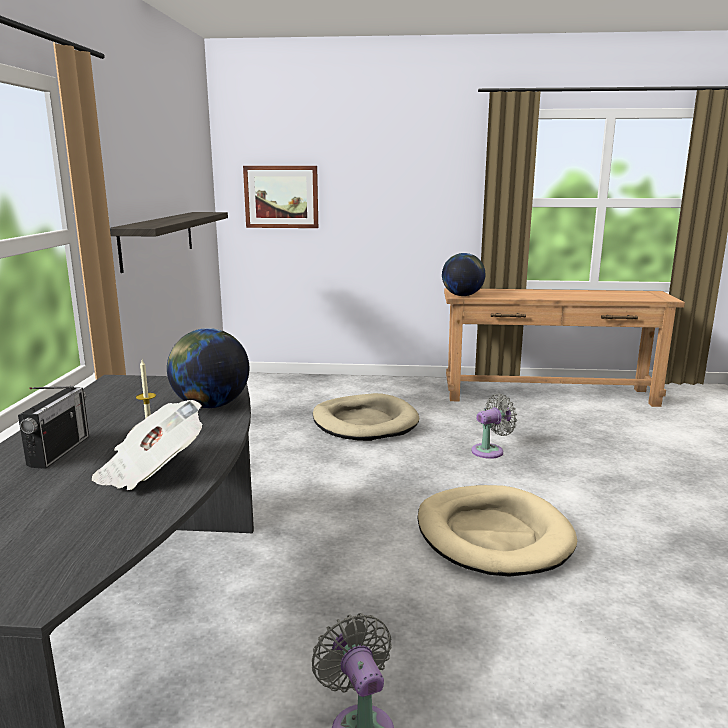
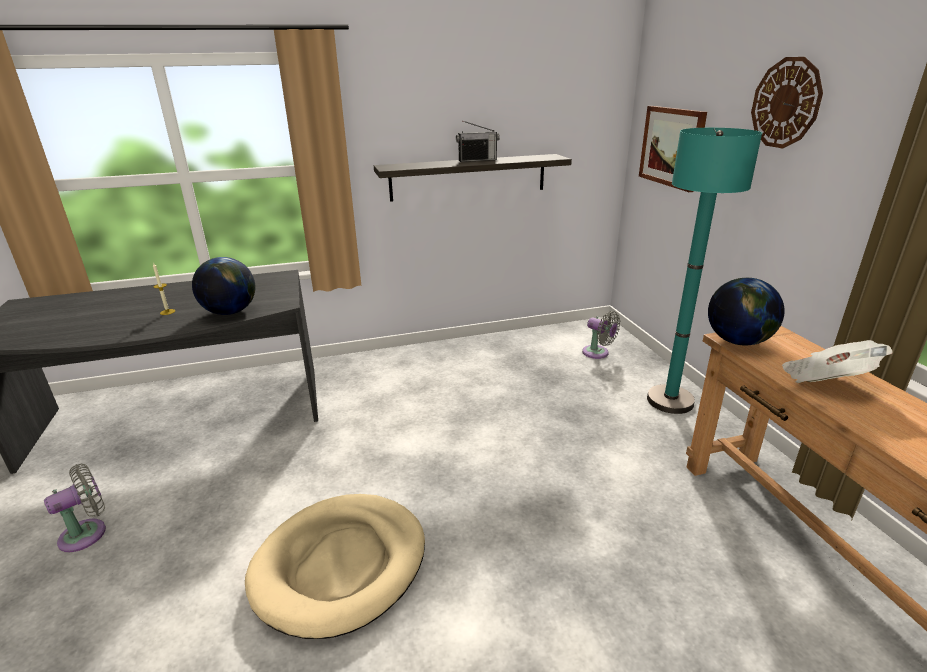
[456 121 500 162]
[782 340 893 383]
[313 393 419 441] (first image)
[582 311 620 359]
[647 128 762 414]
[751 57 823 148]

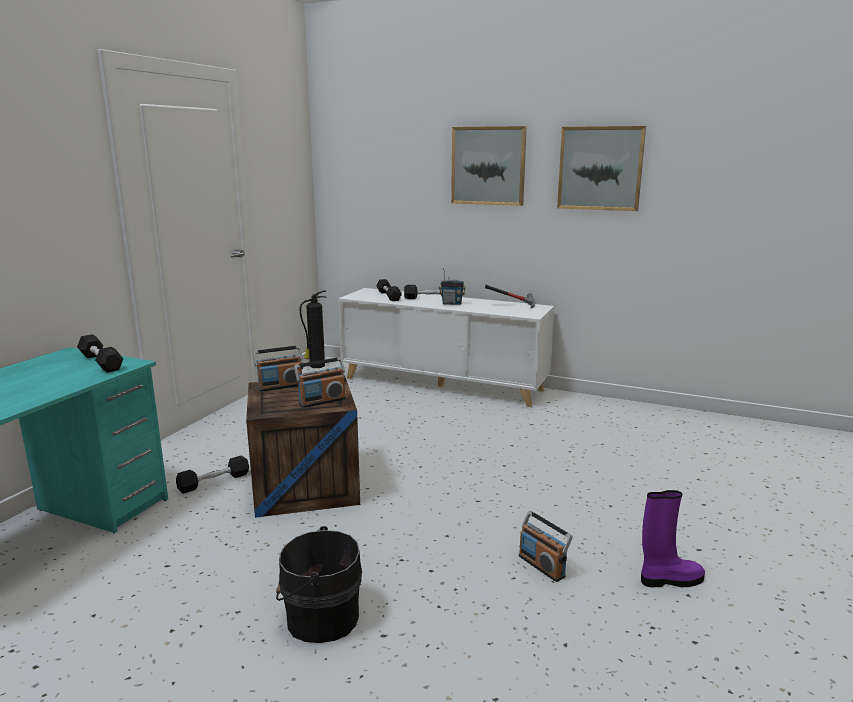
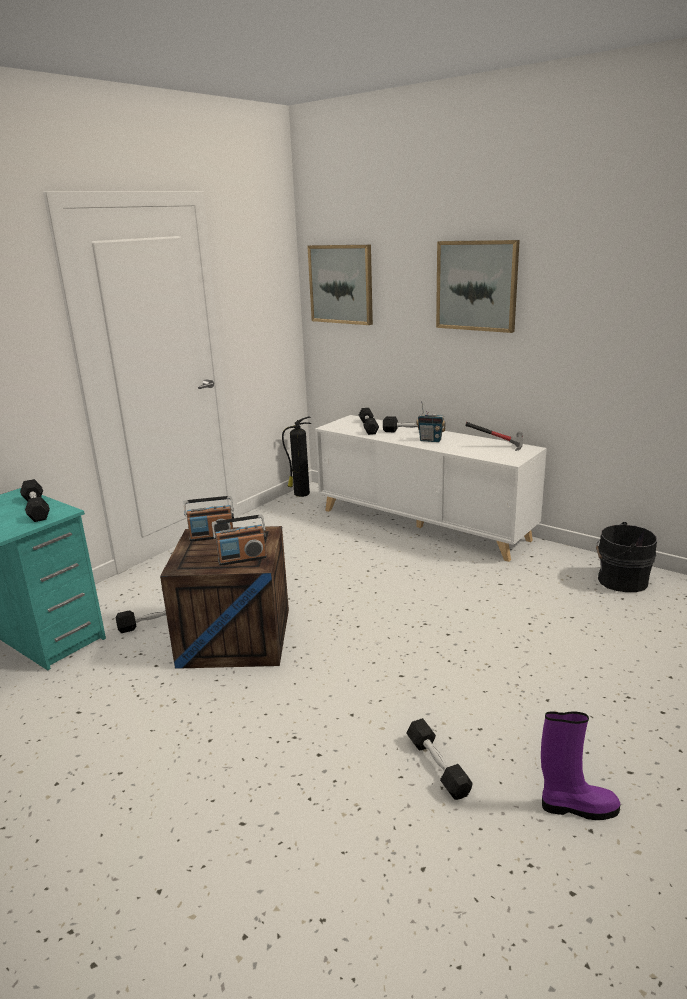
[596 522 657 592]
[406 718 473 800]
[307 245 373 325]

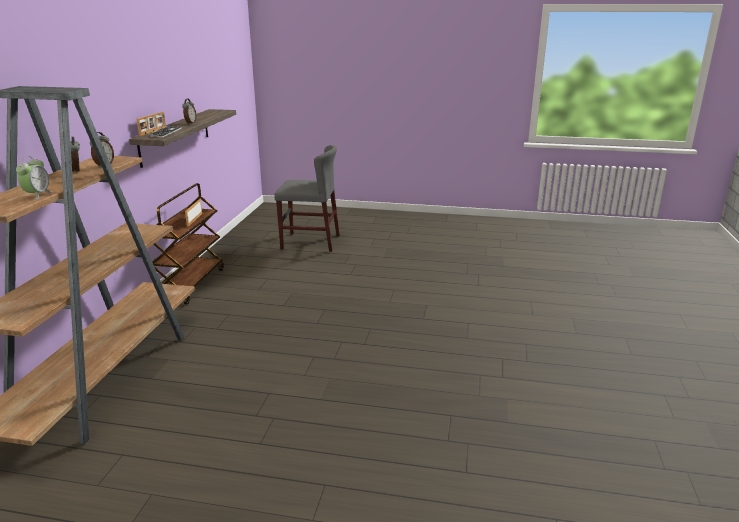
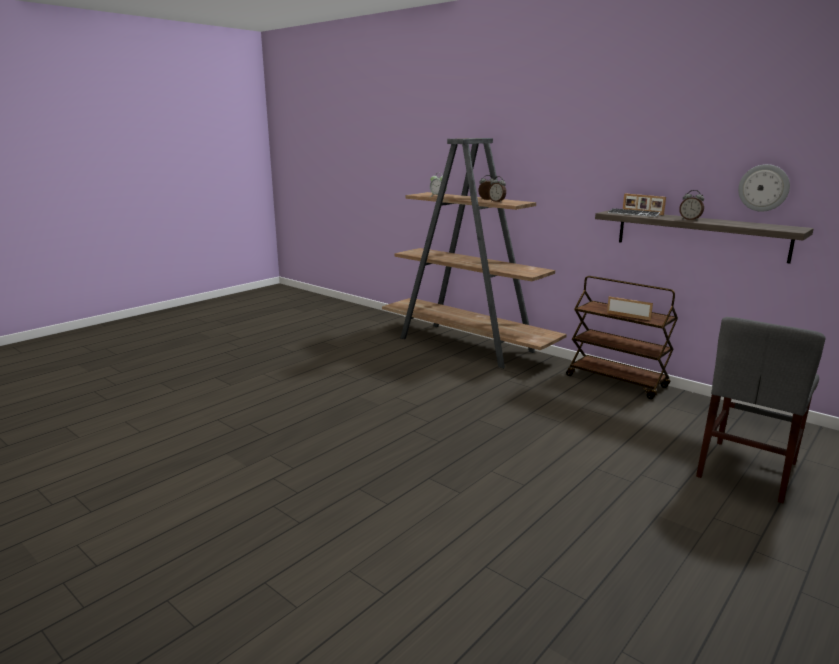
[738 164 790 212]

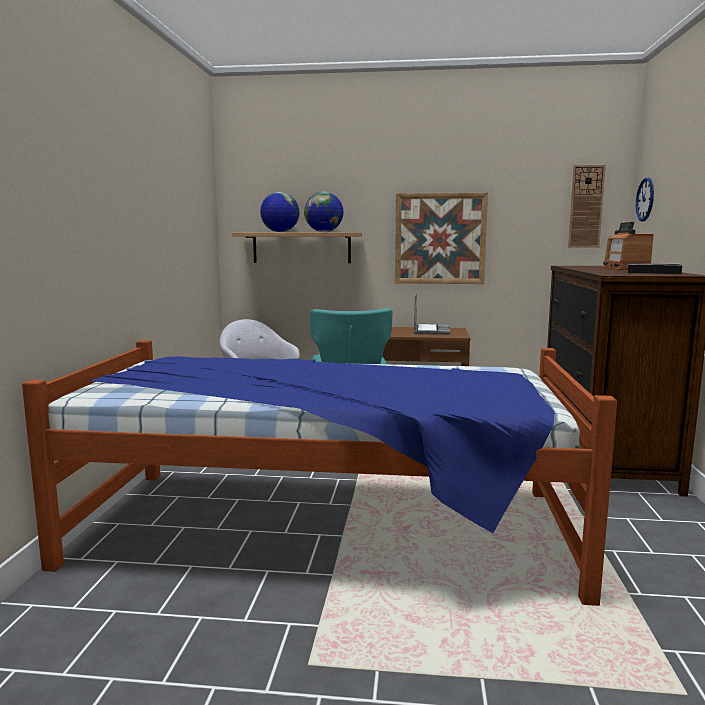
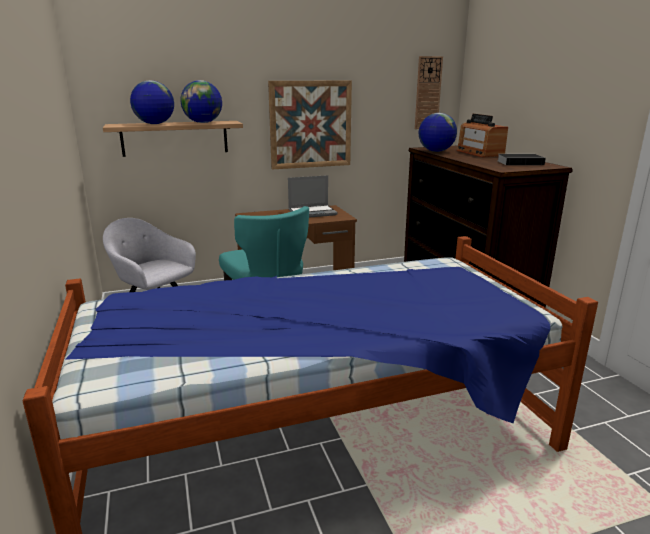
[288 175 338 218]
[636 177 654 222] (first image)
[419 113 457 152]

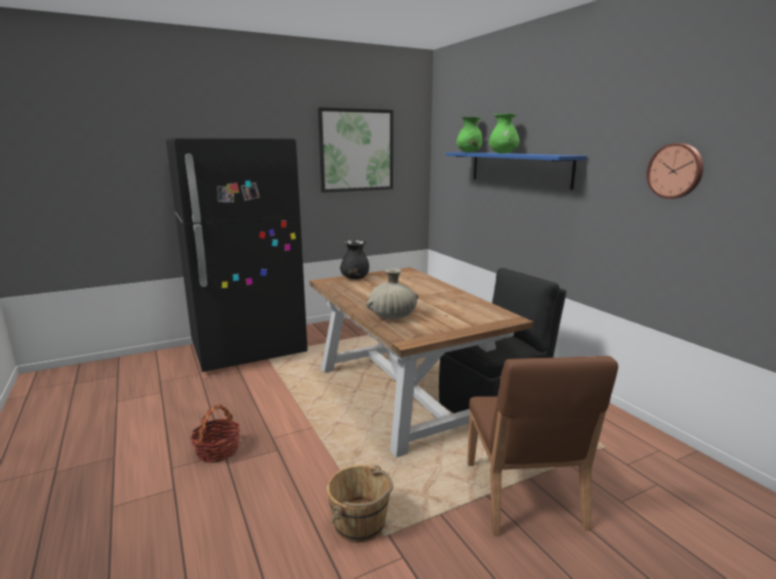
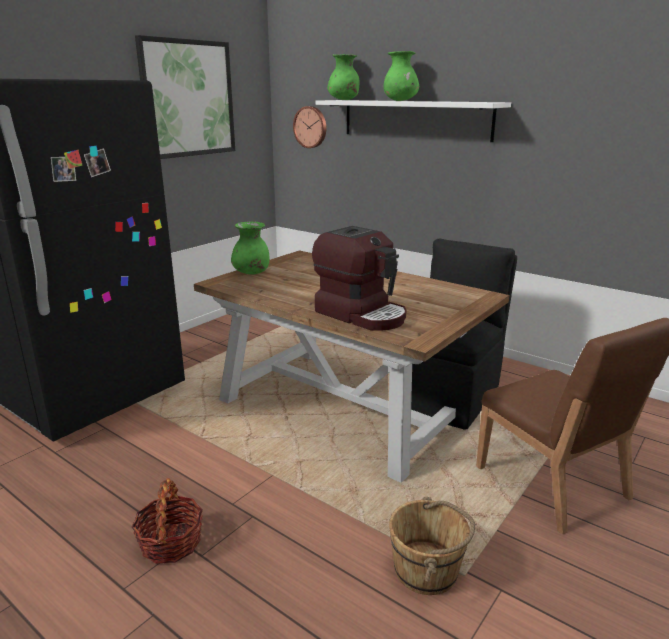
[231 222 269 275]
[312 226 406 331]
[315 100 511 142]
[293 106 326 148]

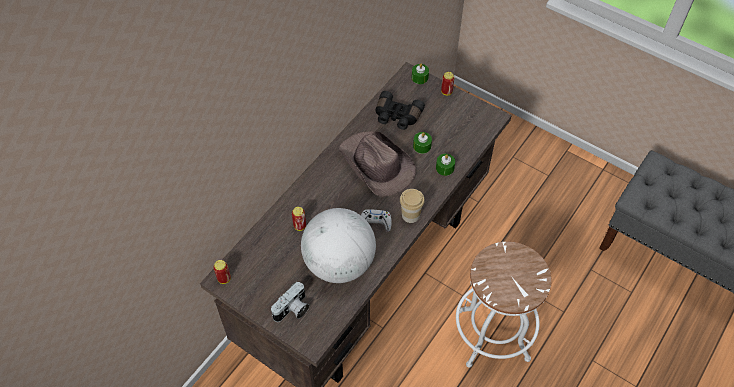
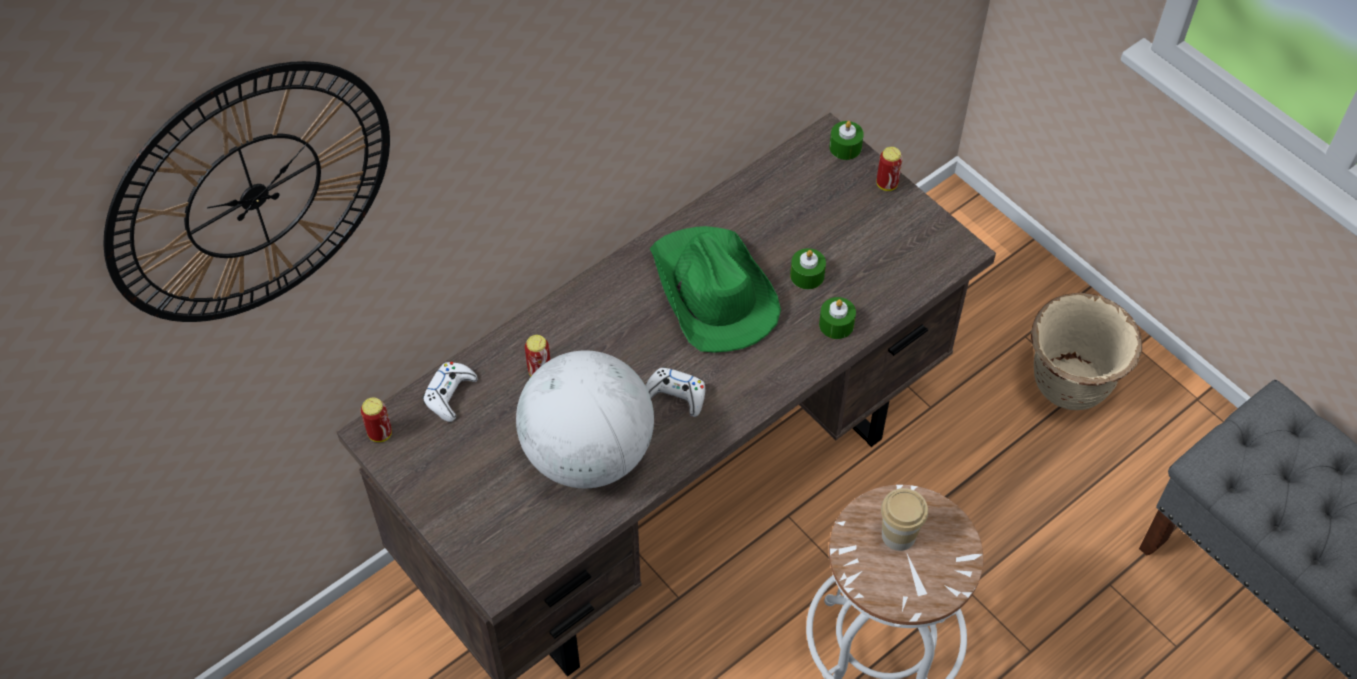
[271 282 310 322] (first image)
[650 226 781 353]
[375 91 425 130] (first image)
[881 488 928 551]
[103 61 390 322]
[422 362 477 422]
[1031 293 1142 410]

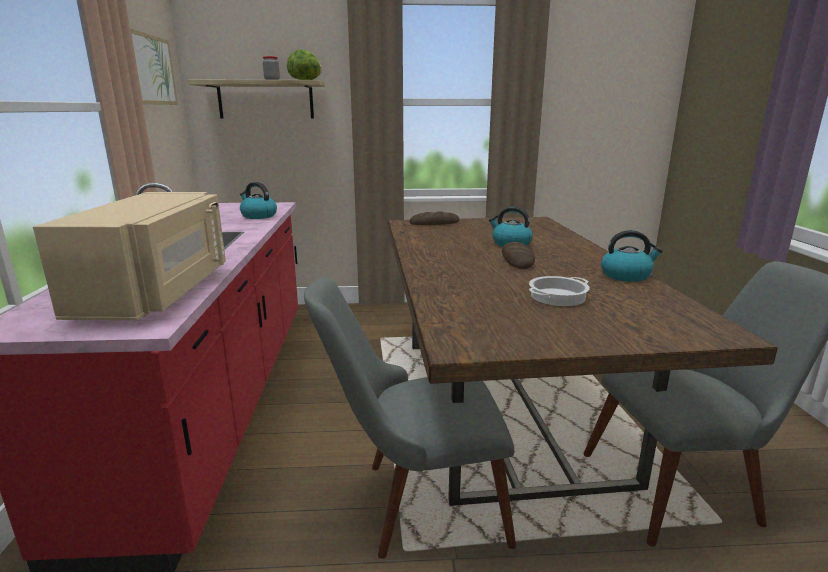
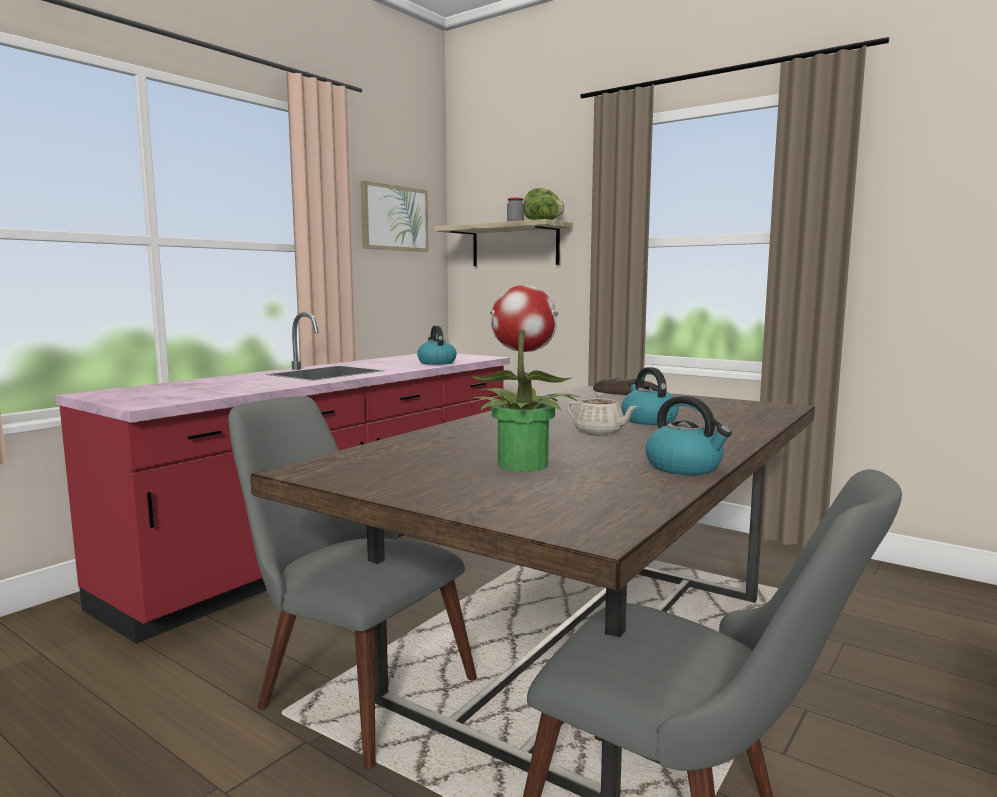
[33 192 226 320] (first image)
[567 393 638 436]
[470 285 579 472]

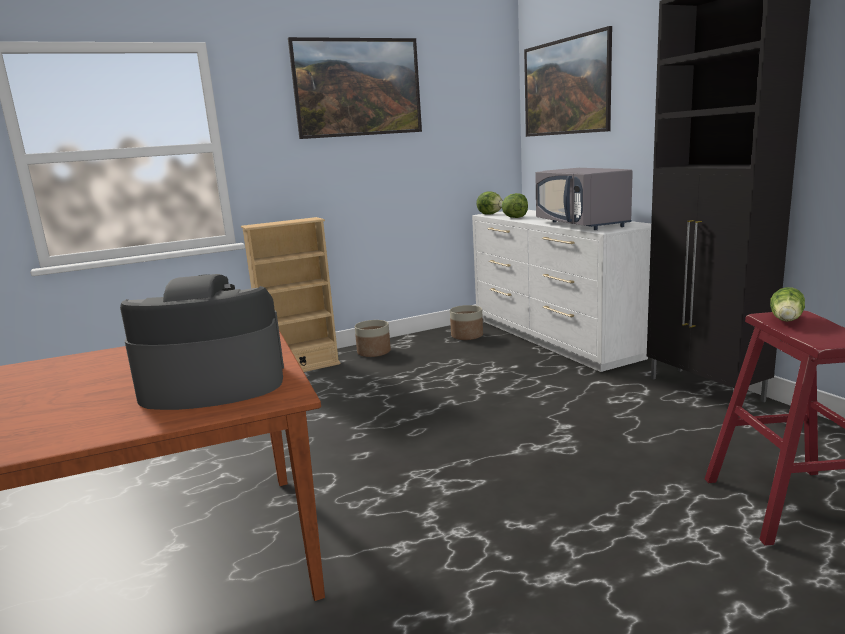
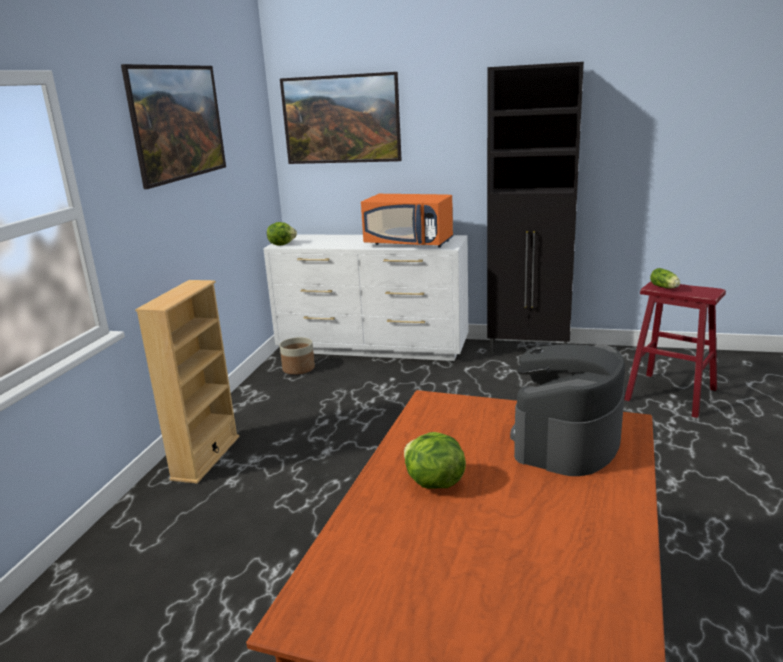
[355 320 391 357] (first image)
[404 432 466 489]
[361 194 453 248]

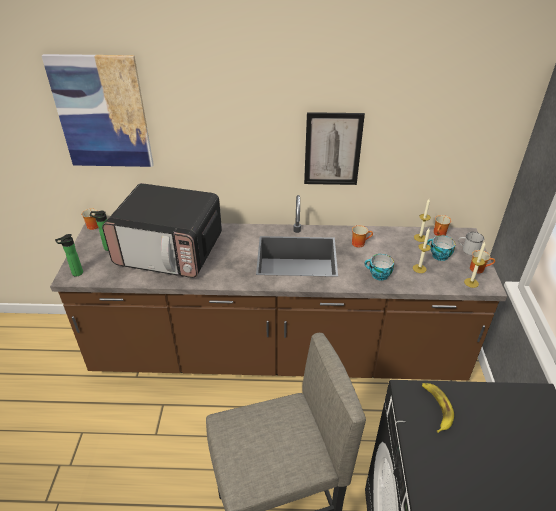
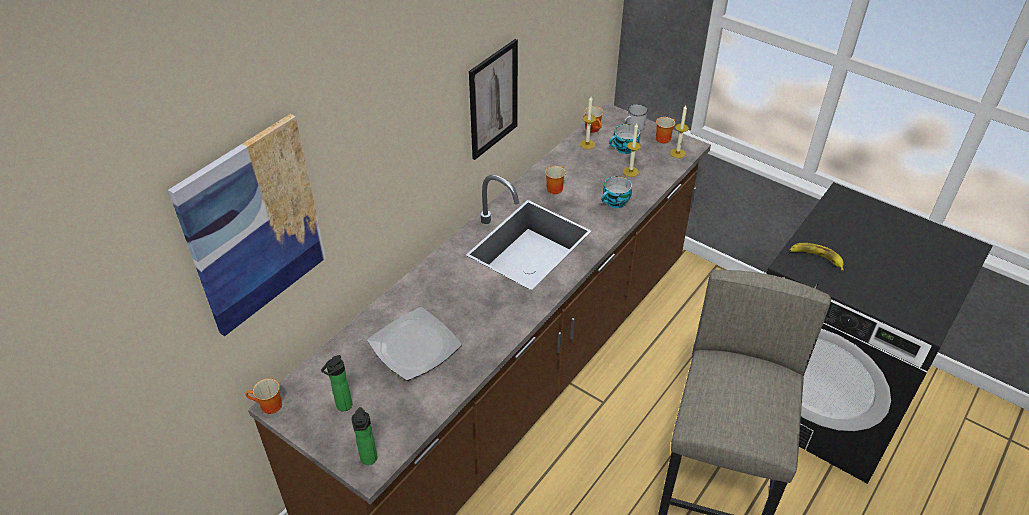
[367 307 462 381]

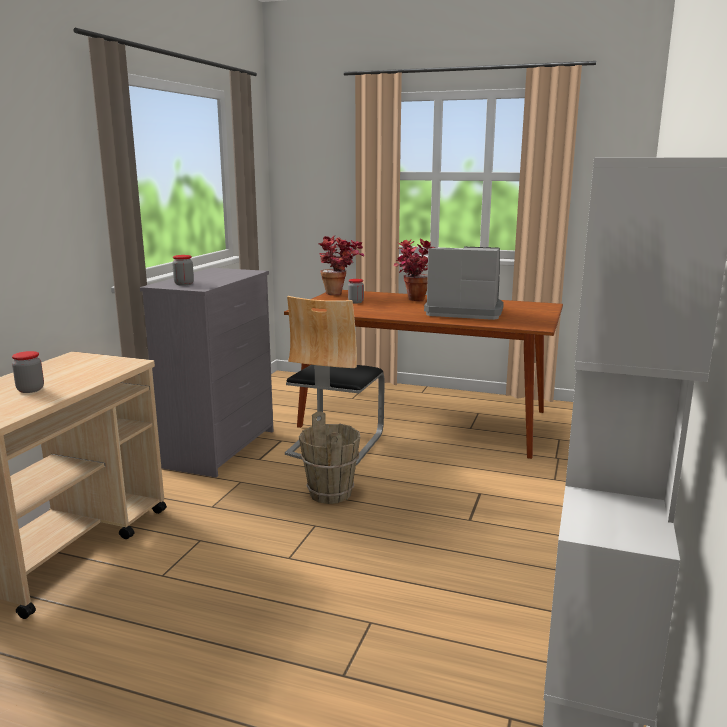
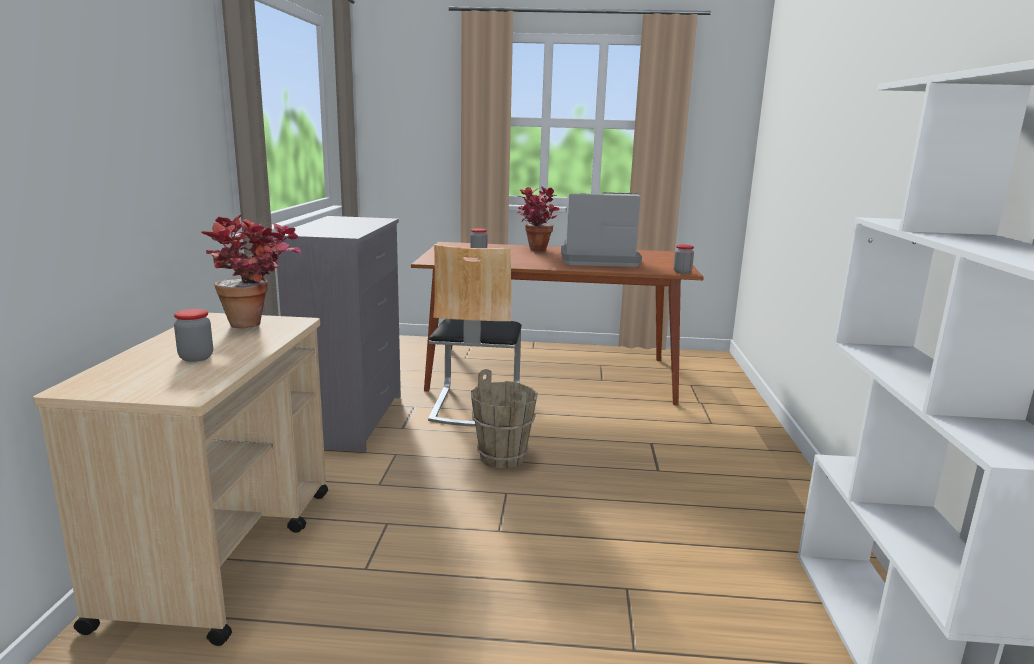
[673 245 694 274]
[201 214 301 328]

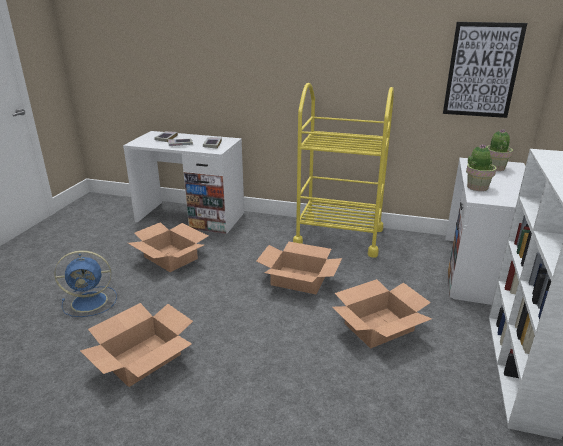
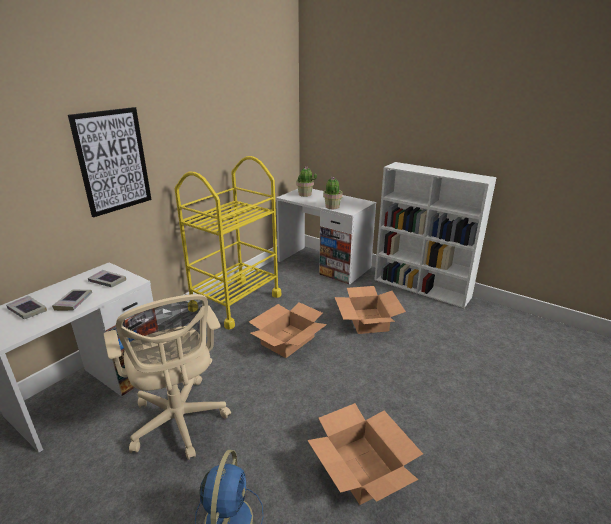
[104 294 231 460]
[68 107 152 217]

